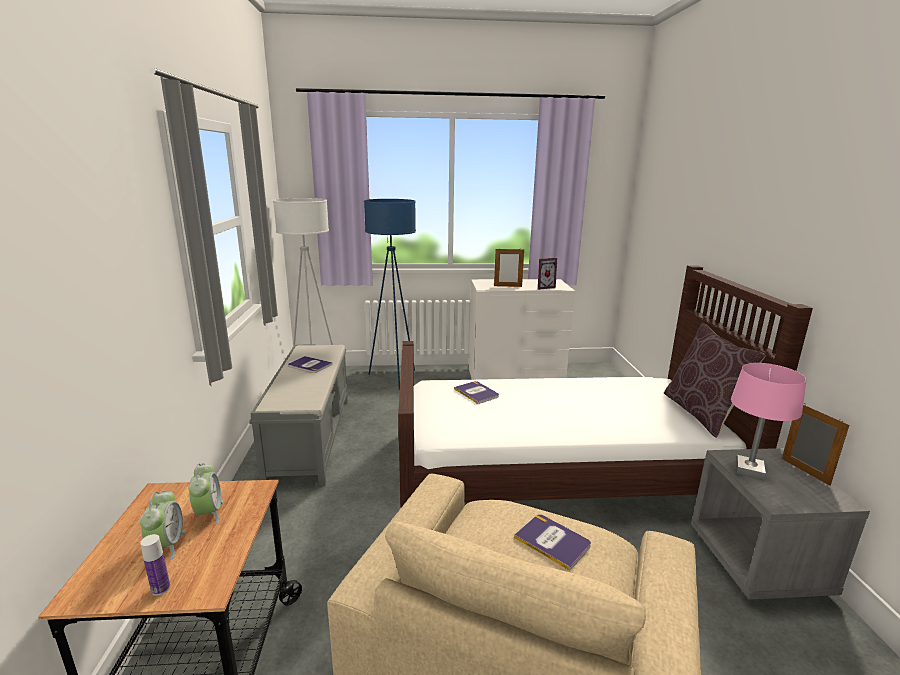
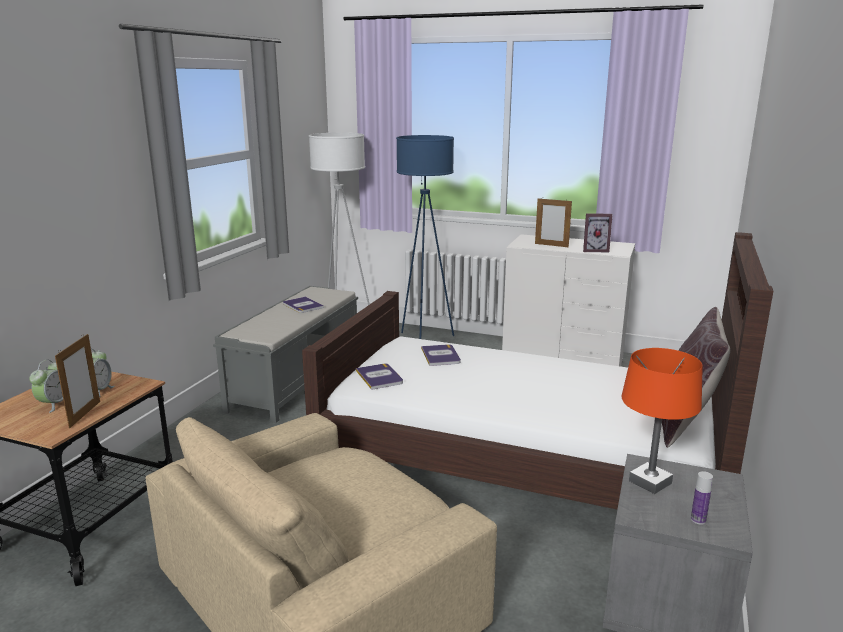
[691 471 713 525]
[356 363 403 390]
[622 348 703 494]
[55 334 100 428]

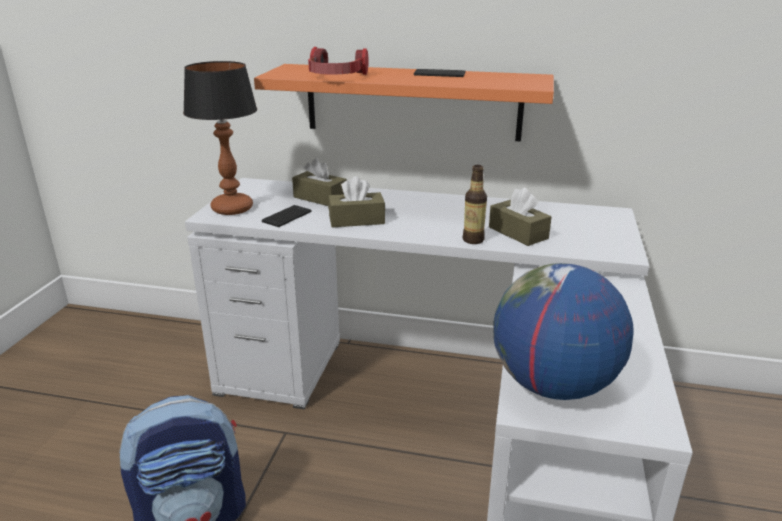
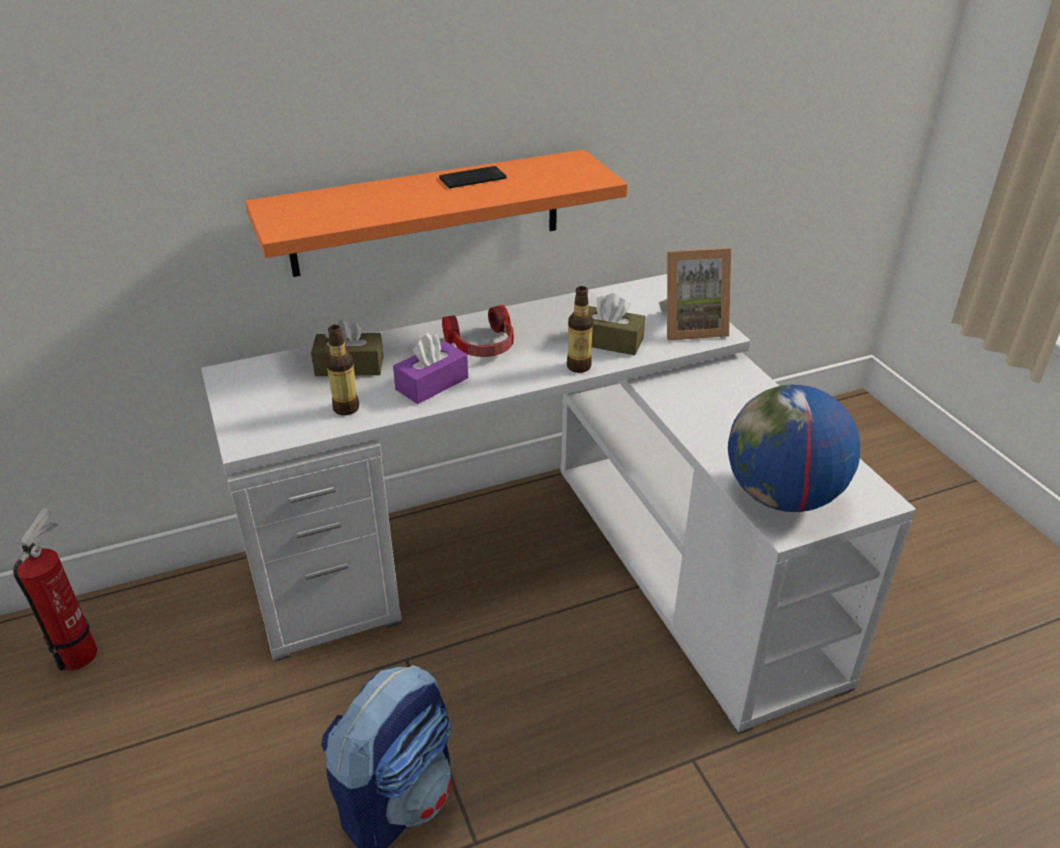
[183 61 257 215] (first image)
[326 325 359 415]
[442 305 514 357]
[393 333 468 404]
[13 508 97 671]
[659 248 731 340]

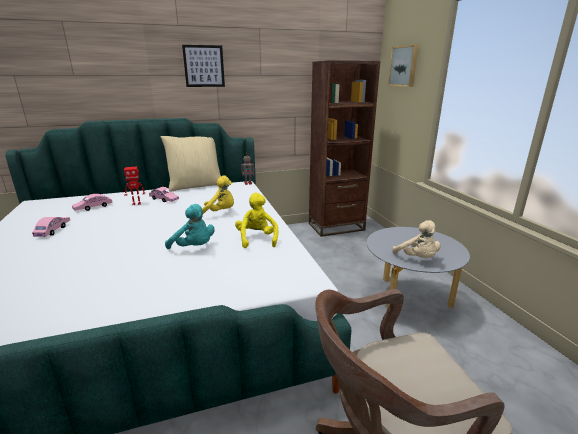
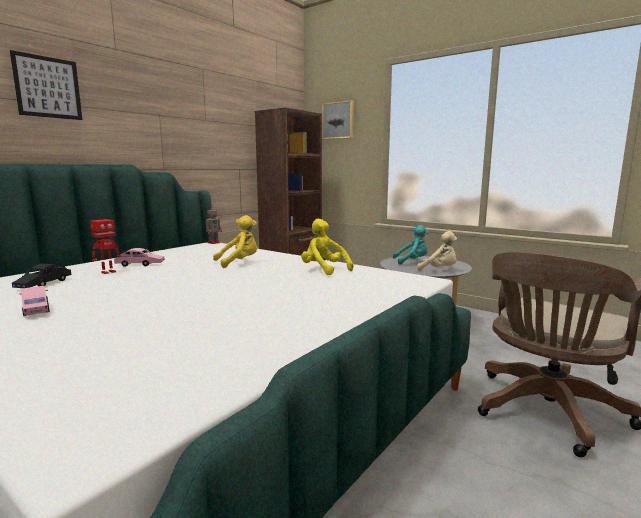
[12 264 71 288]
[160 136 221 192] (first image)
[393 225 429 265]
[10 50 82 120]

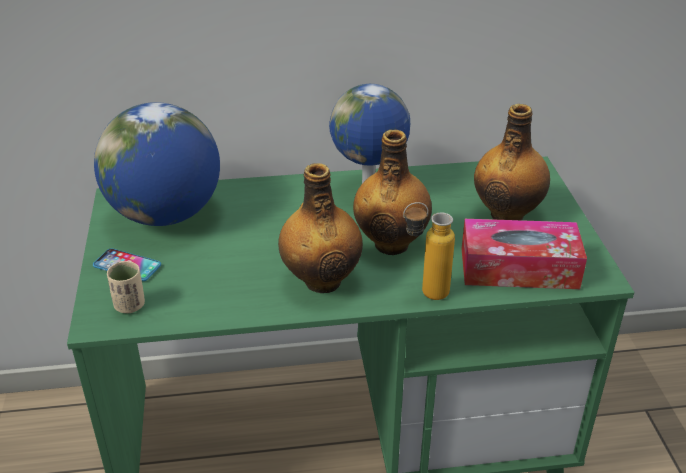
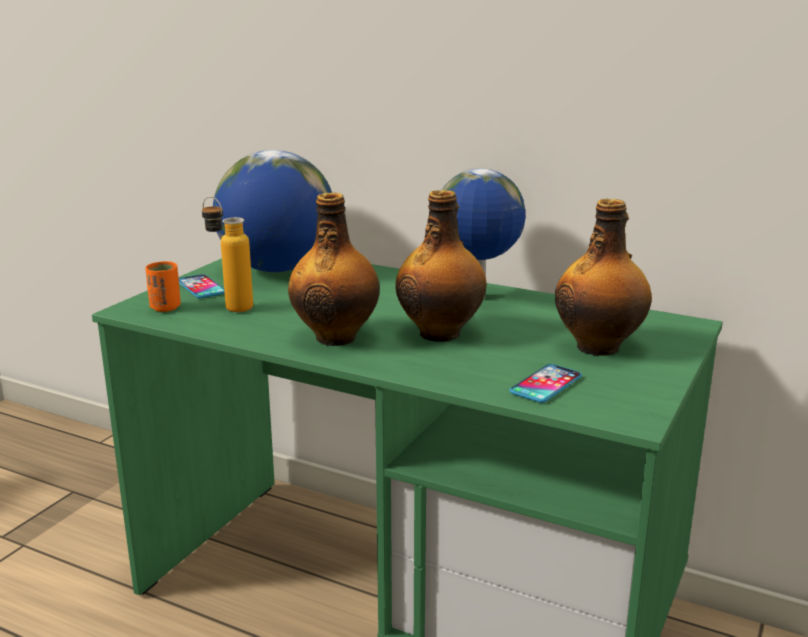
[145 261 181 312]
[202 196 253 312]
[510 364 582 403]

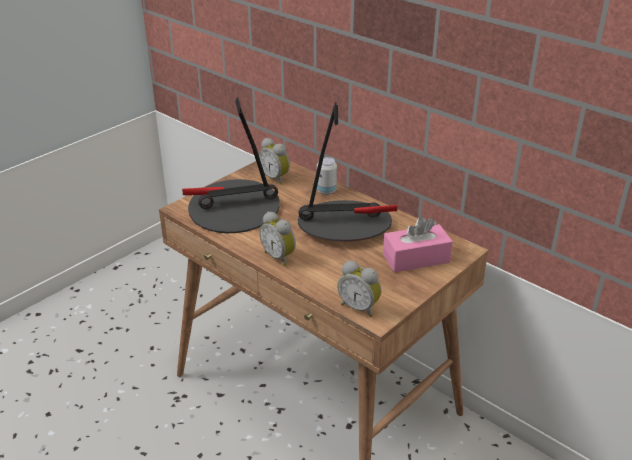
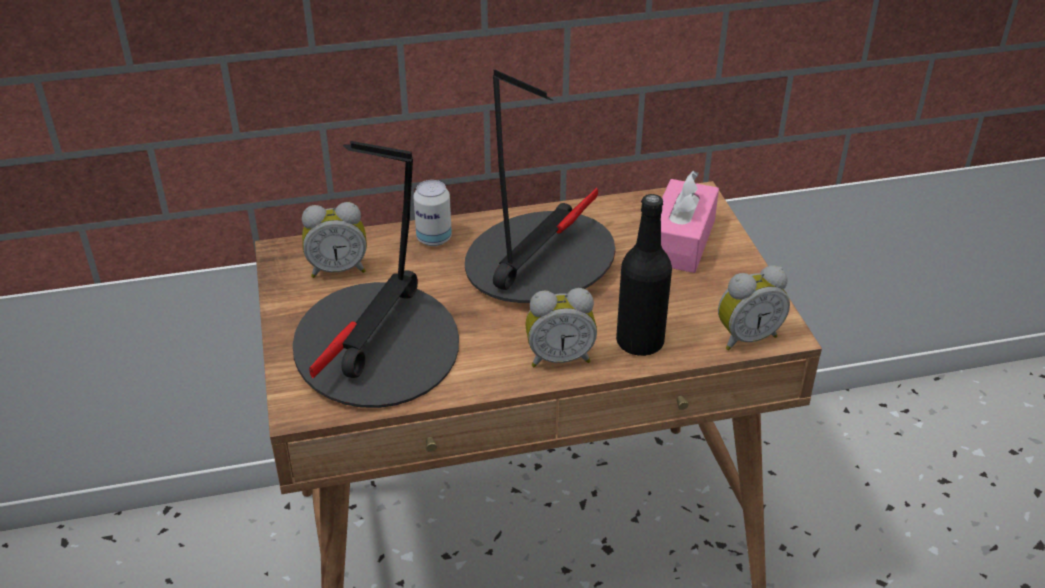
[616 194 672 356]

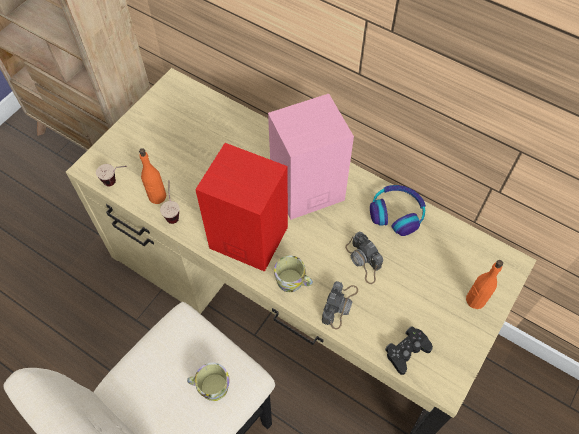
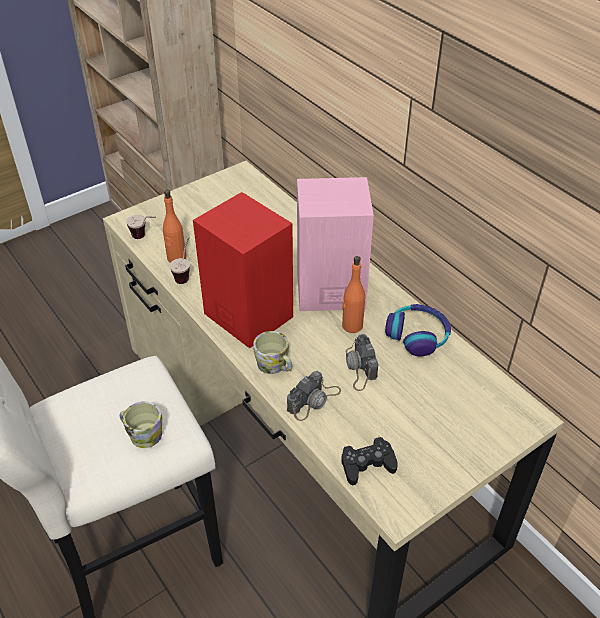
[342 256 365 333]

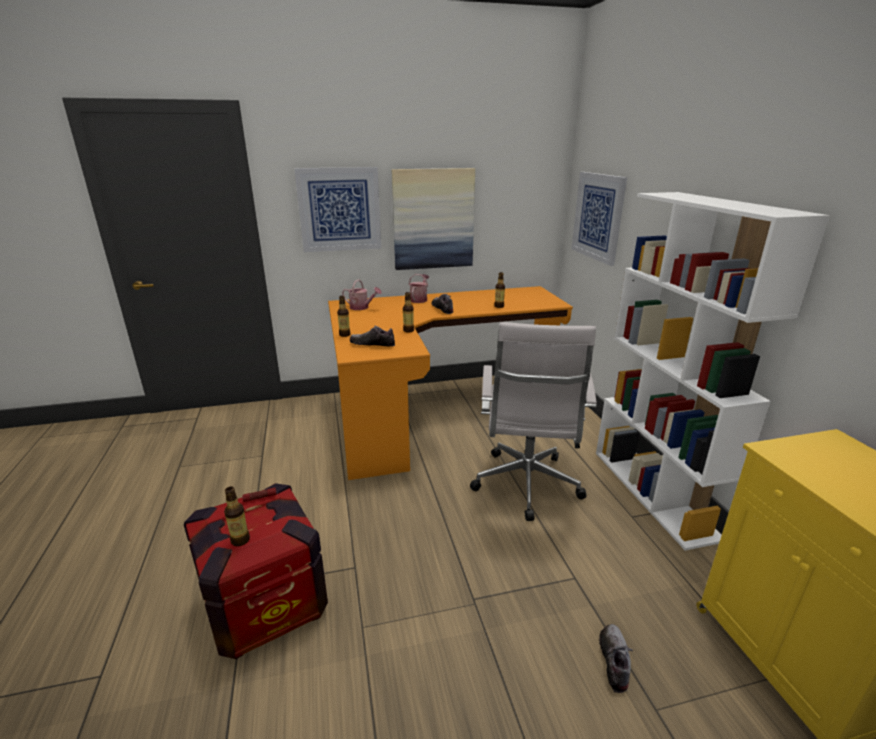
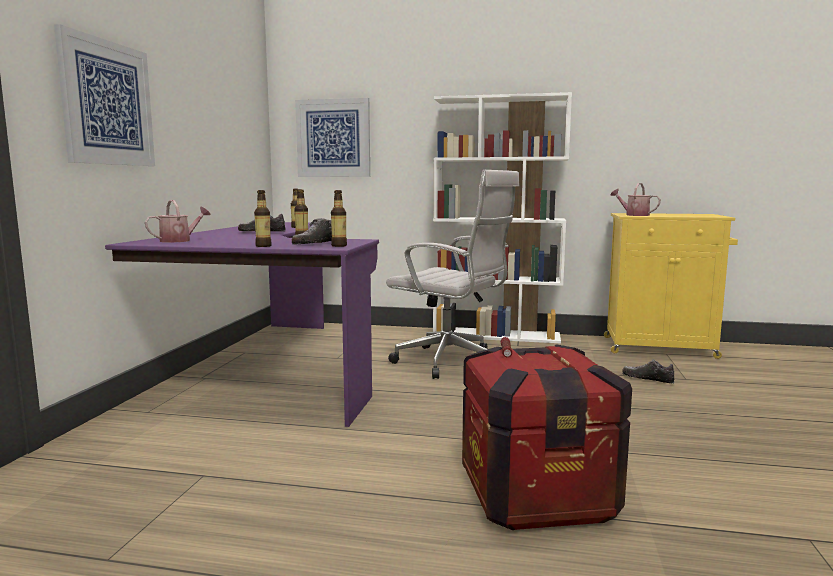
[331 190 347 247]
[105 222 379 427]
[391 168 475 270] (first image)
[610 183 661 216]

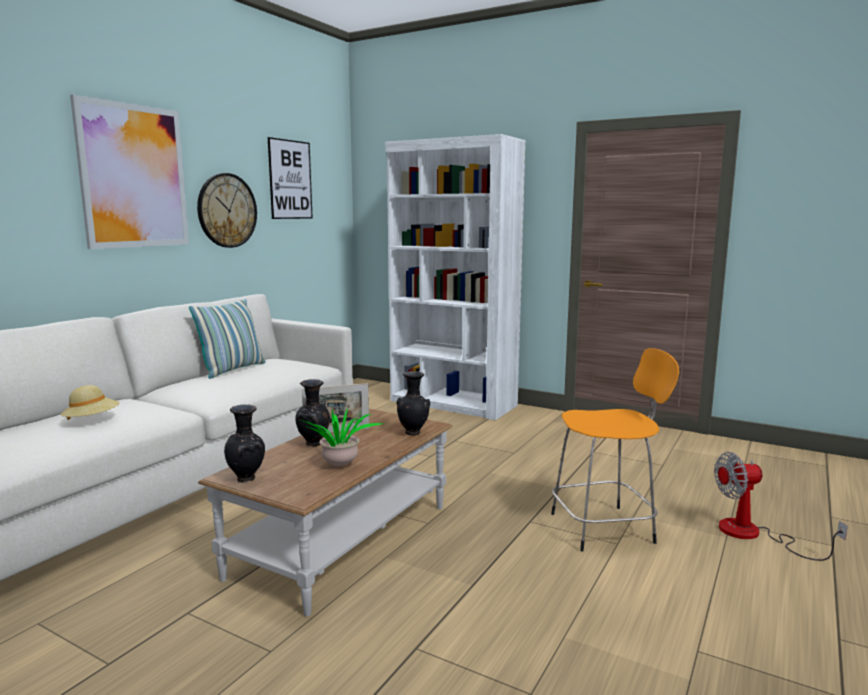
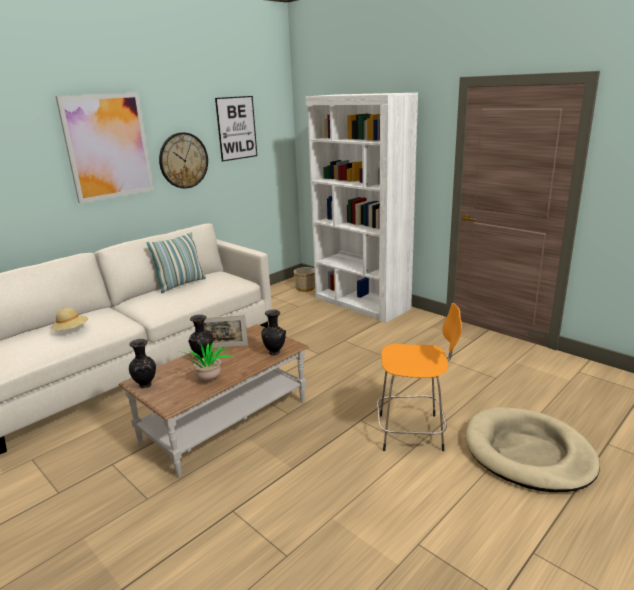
[466 407 600 492]
[294 267 315 292]

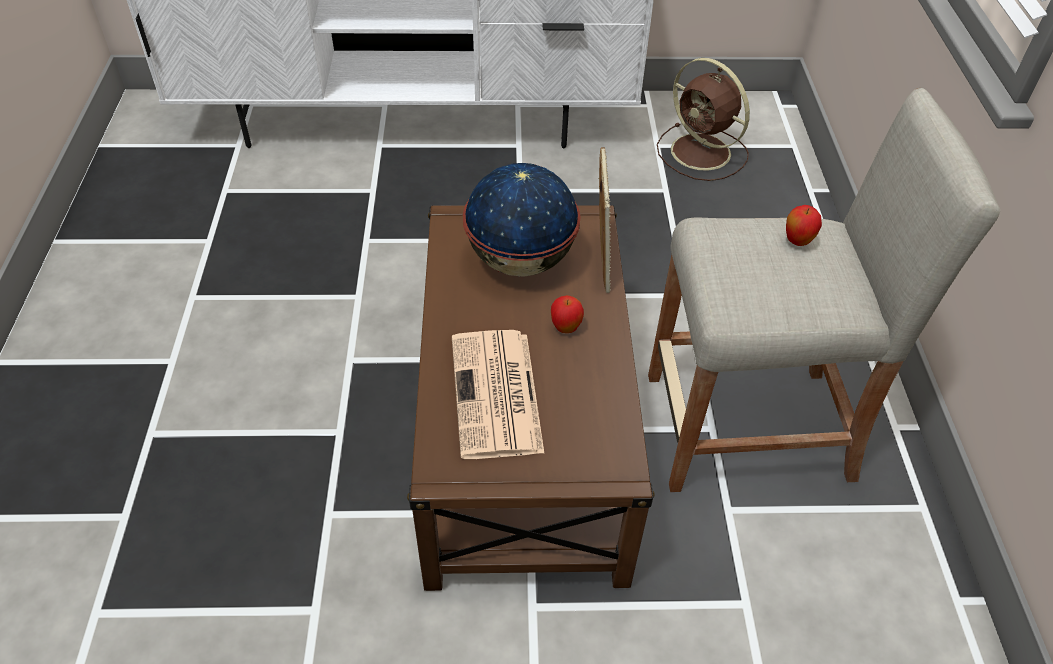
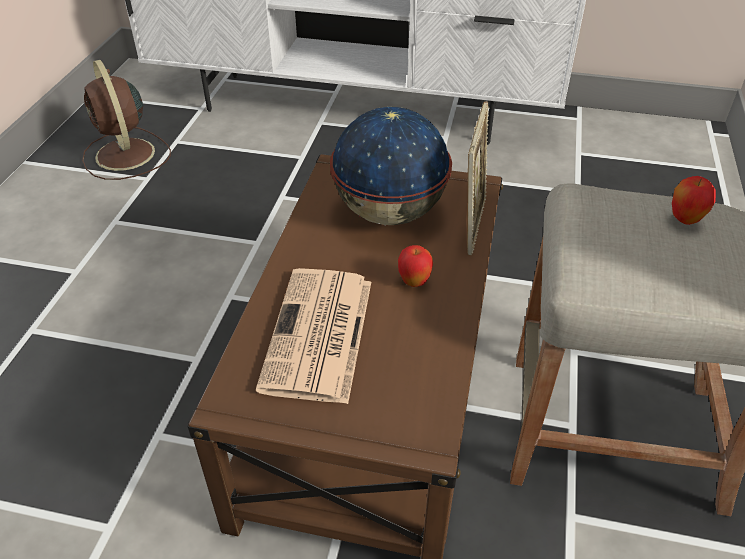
[82 60 171 180]

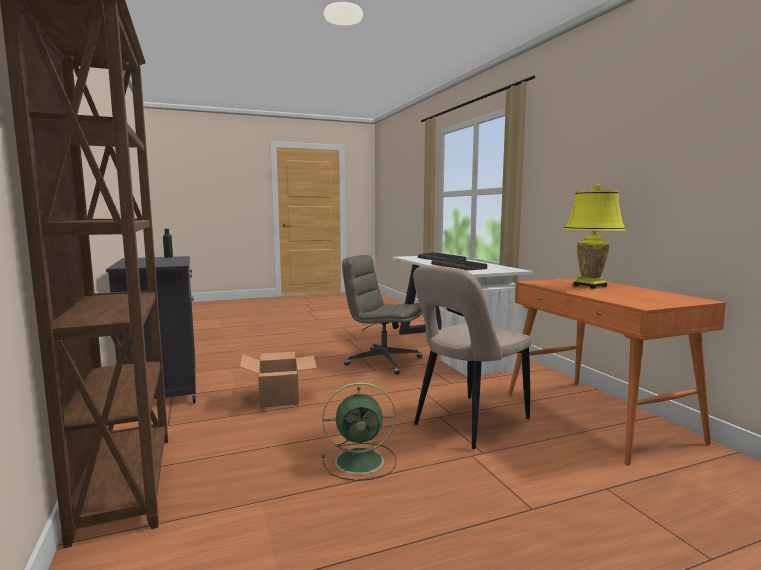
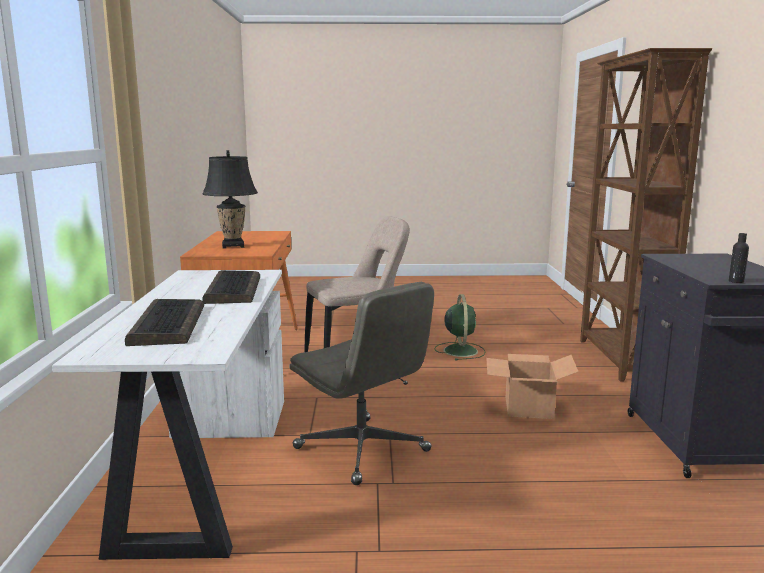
[434 294 485 360]
[203 150 258 249]

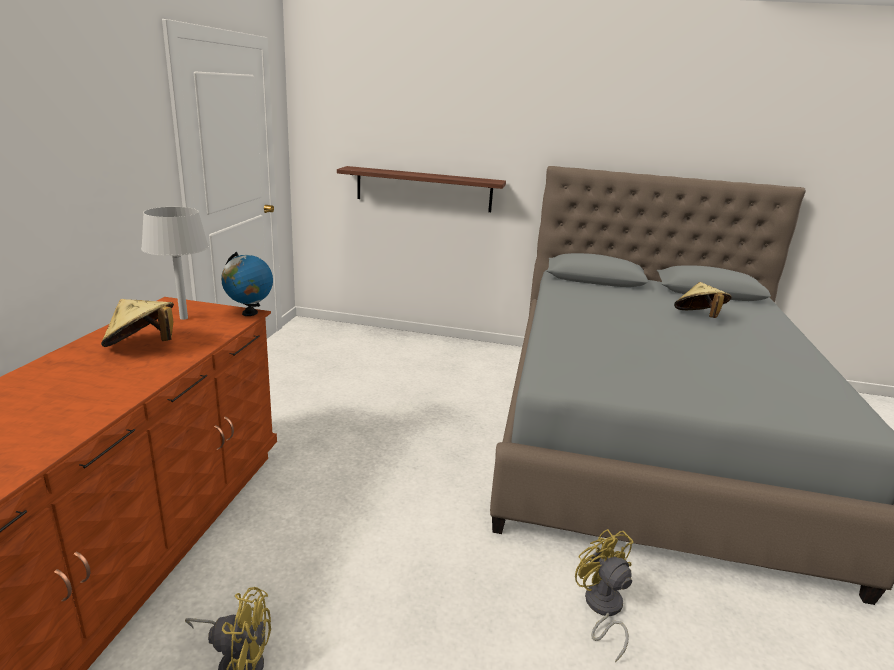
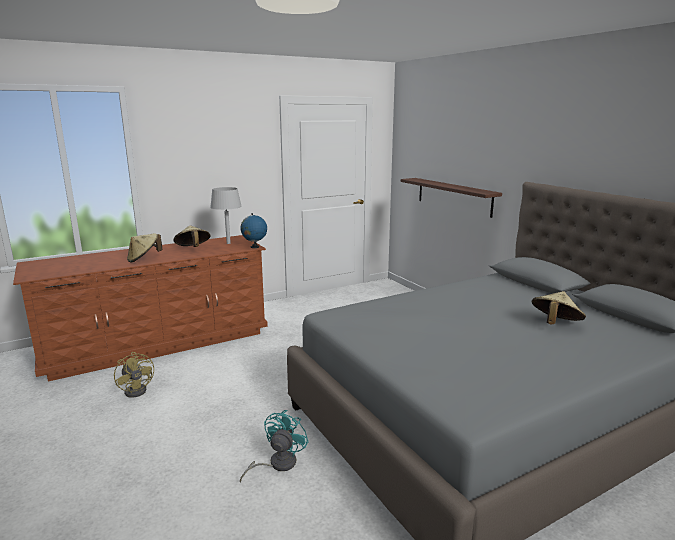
[240 410 309 483]
[127 233 162 262]

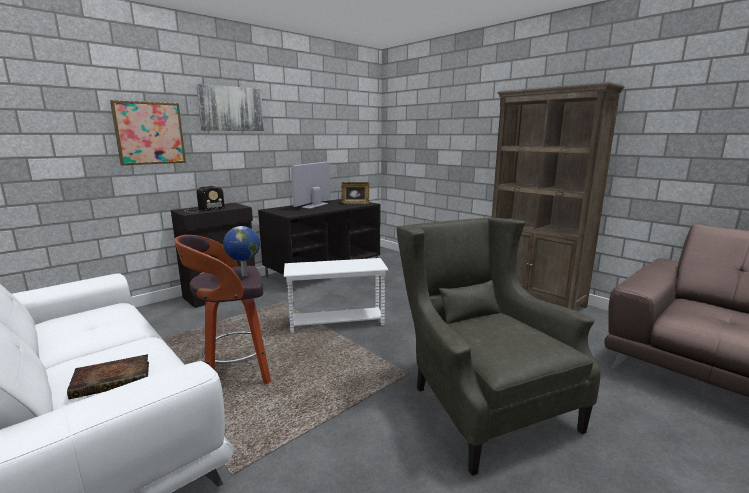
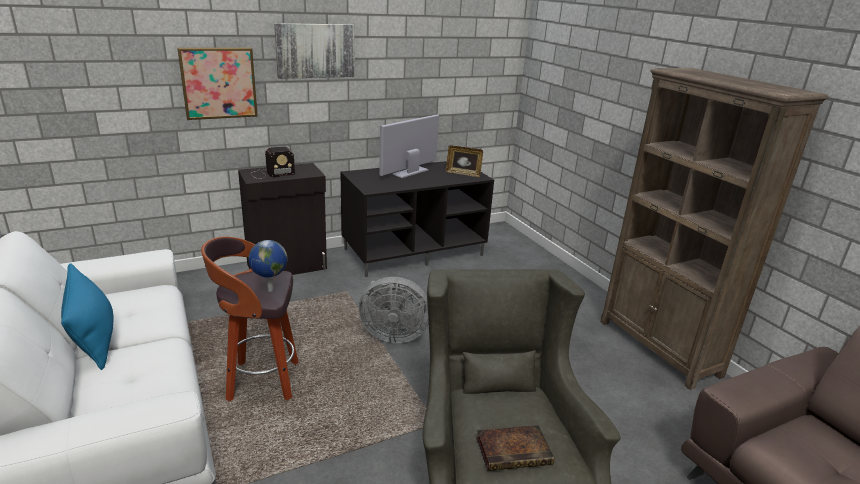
[476 425 554 471]
[359 277 429 343]
[61 263 113 370]

